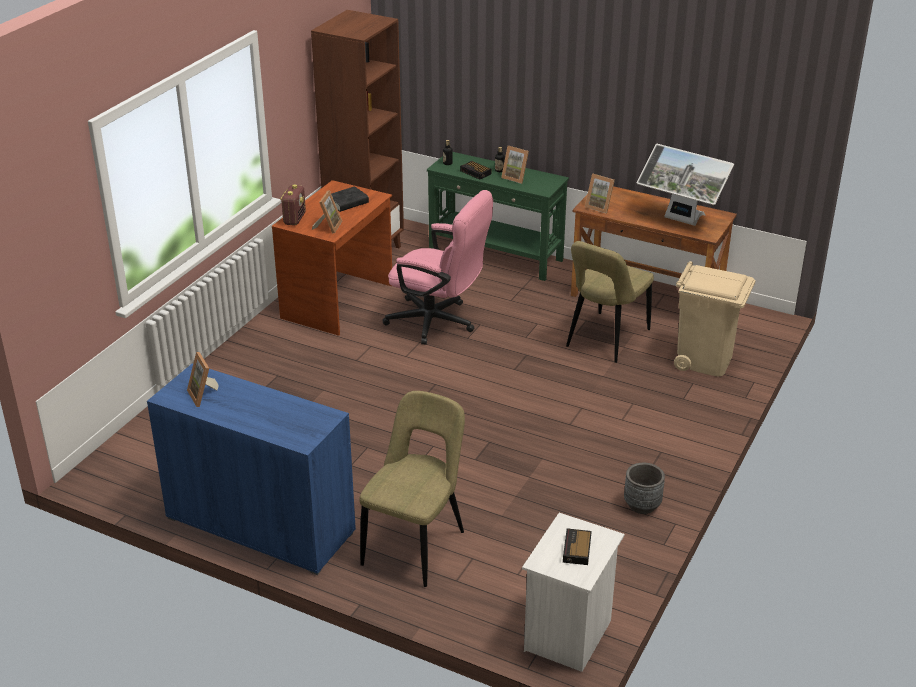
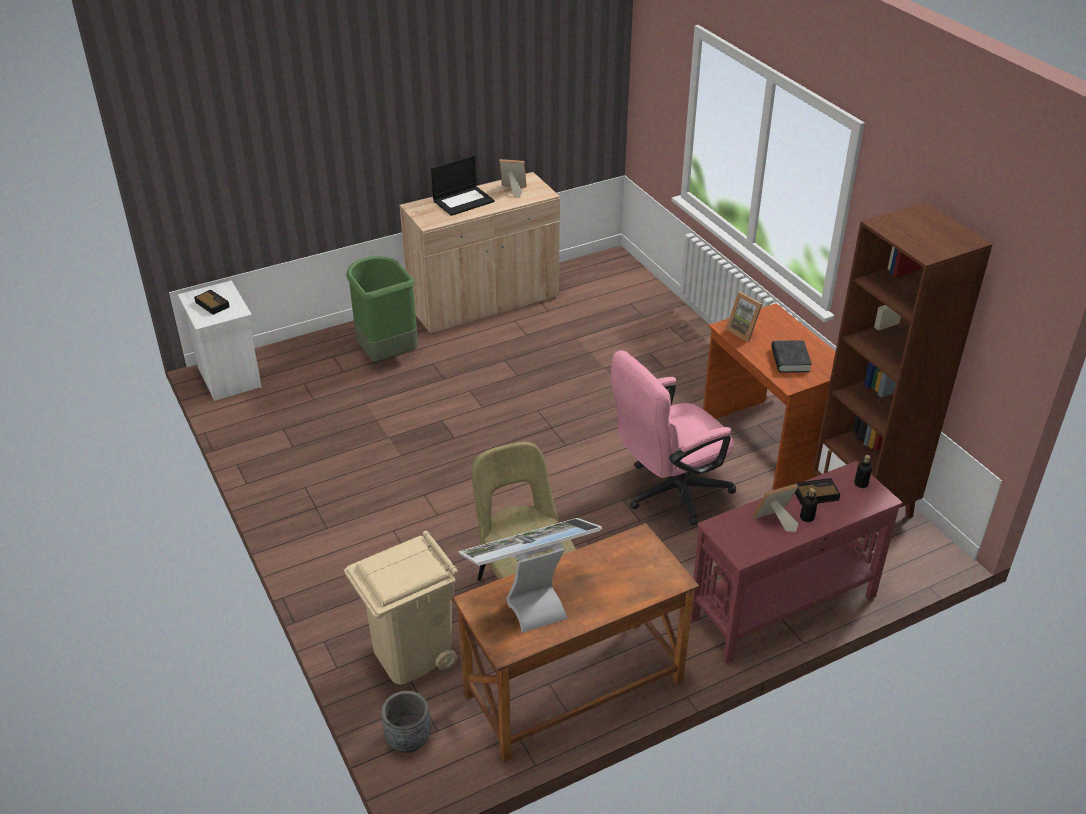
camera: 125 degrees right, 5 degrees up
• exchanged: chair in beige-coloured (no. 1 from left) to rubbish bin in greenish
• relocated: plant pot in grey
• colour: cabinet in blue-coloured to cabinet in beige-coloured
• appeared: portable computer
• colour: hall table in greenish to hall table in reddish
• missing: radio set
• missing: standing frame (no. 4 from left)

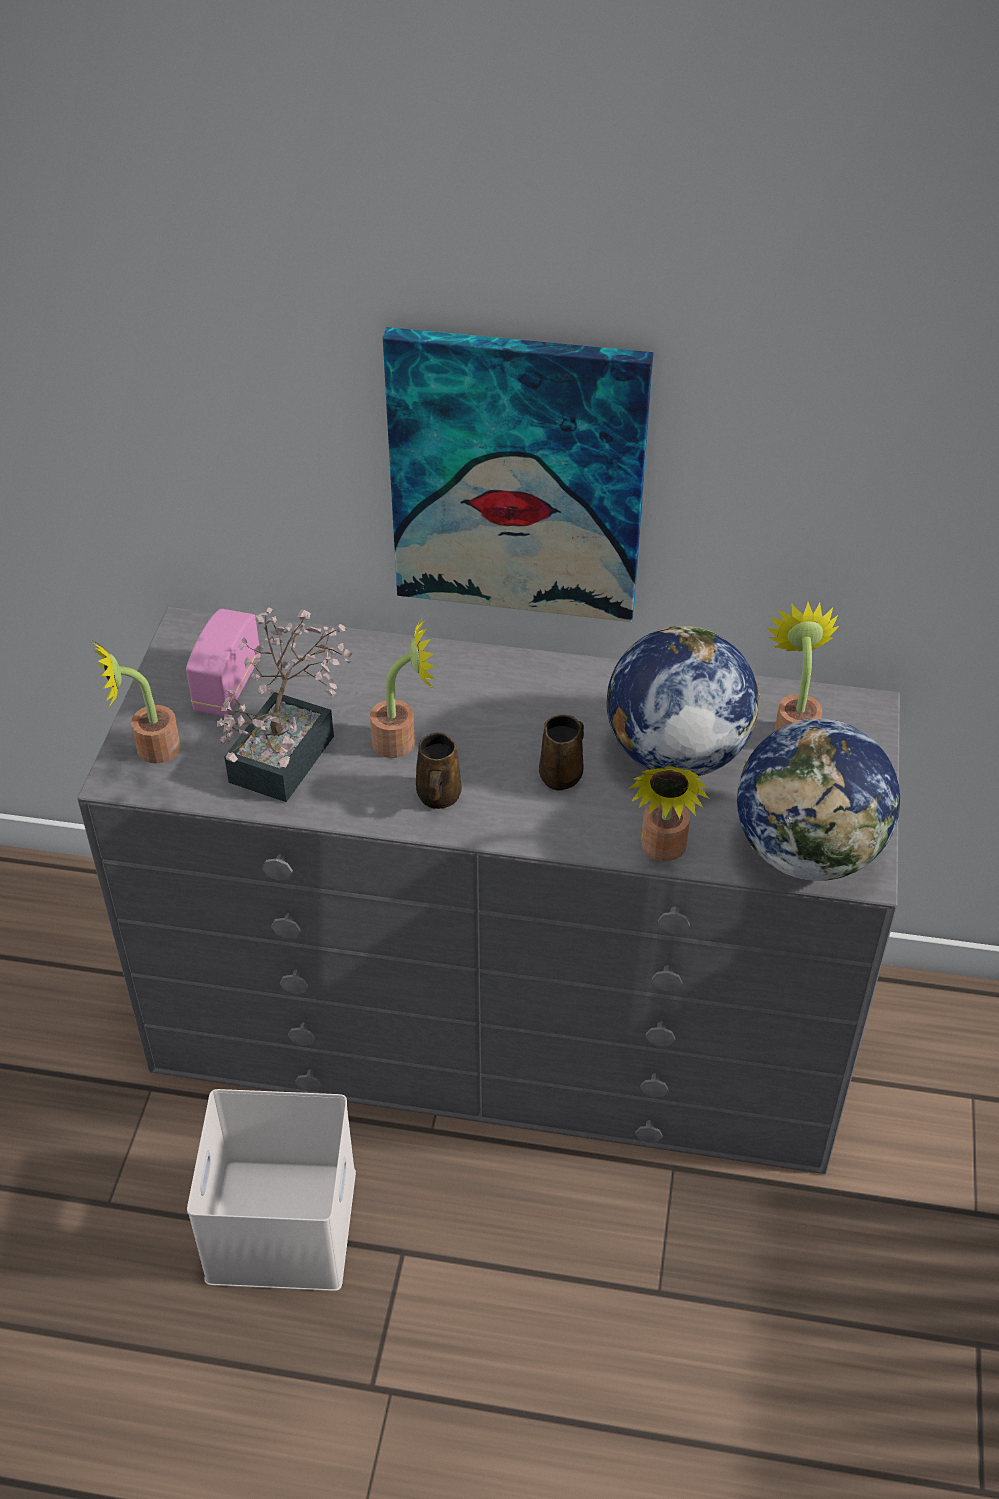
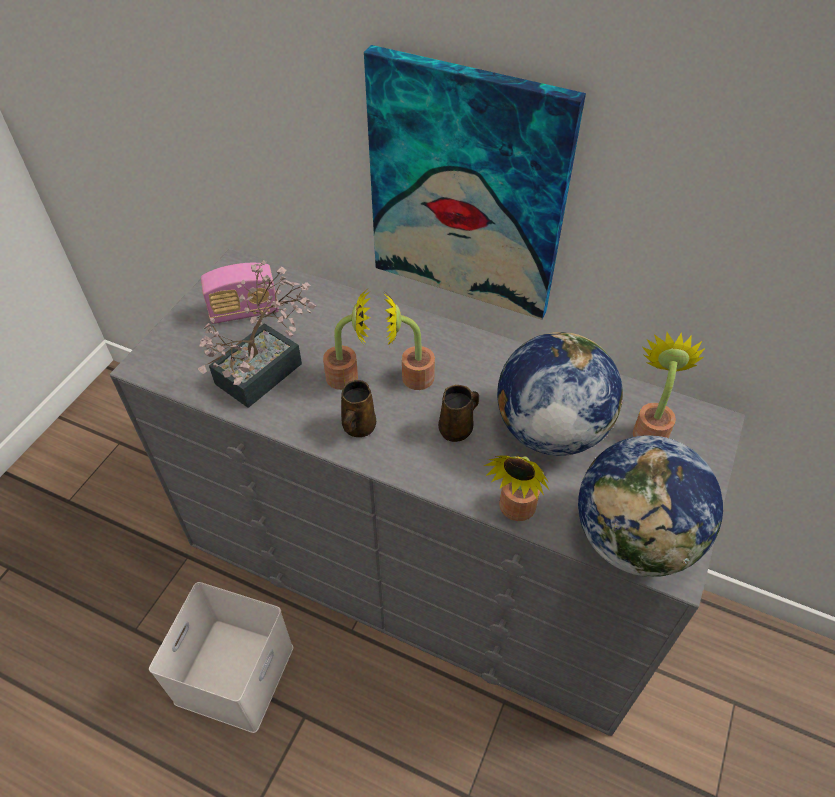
camera: 15 degrees right, 5 degrees up
• spun: radio set 135 degrees counterclockwise
• relocated: potted plant (no. 1 from left in the first image) to potted plant (no. 3 from left)

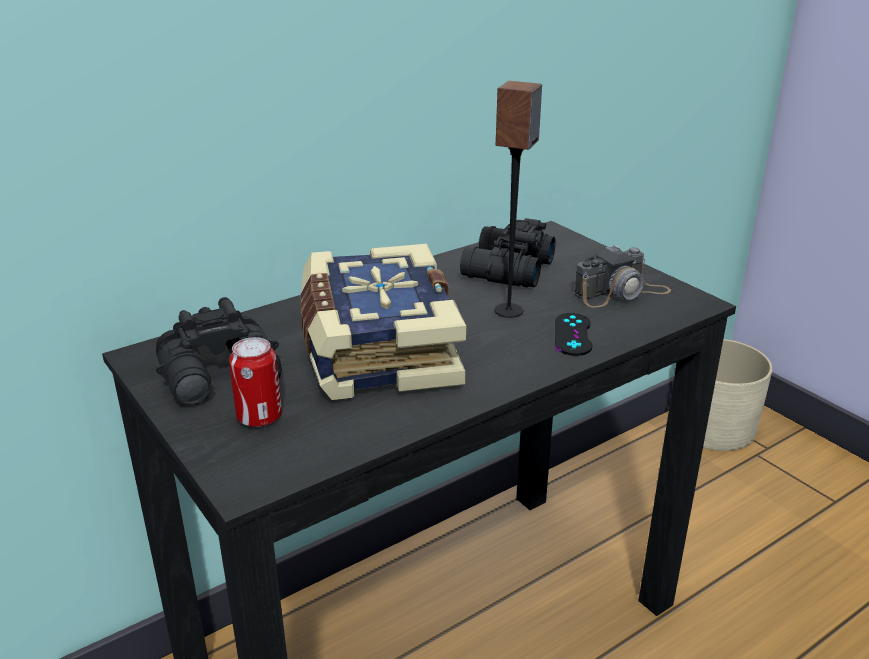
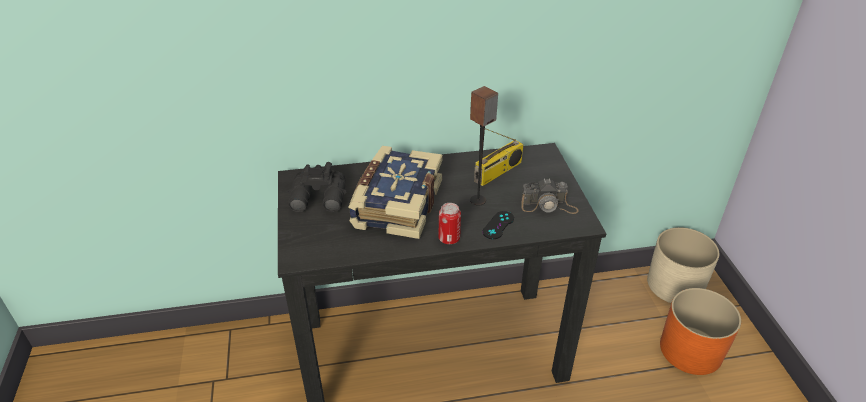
camera: 25 degrees right, 10 degrees up
• relocated: metal can
• exchanged: field glasses in black (no. 2 from left) to radio set
• appeared: plant pot in orange

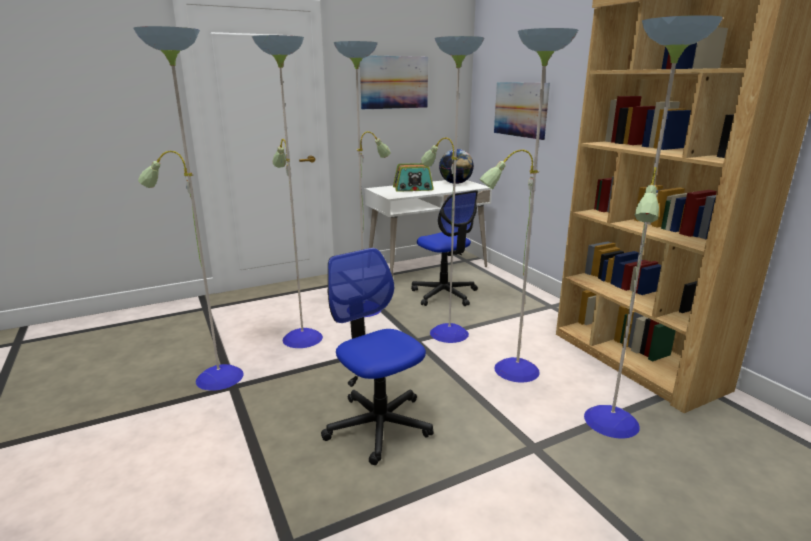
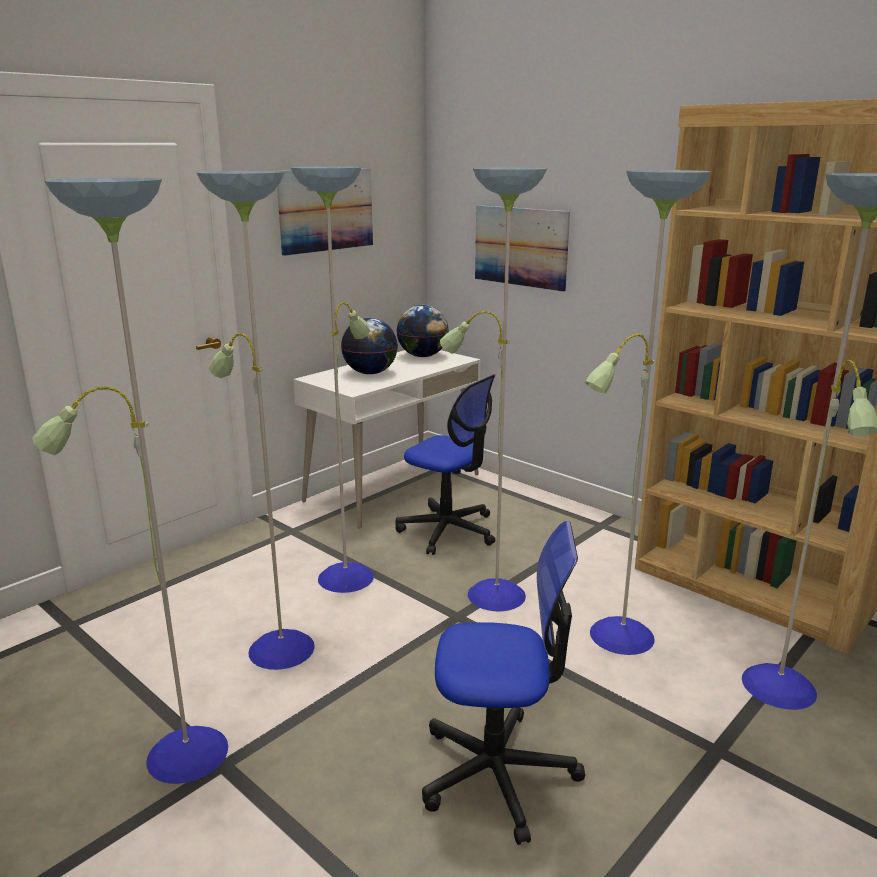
camera: 20 degrees left, 0 degrees up
• exchanged: radio set to desk globe (no. 1 from left)
• spun: computer chair (no. 1 from left in the first image) 150 degrees clockwise

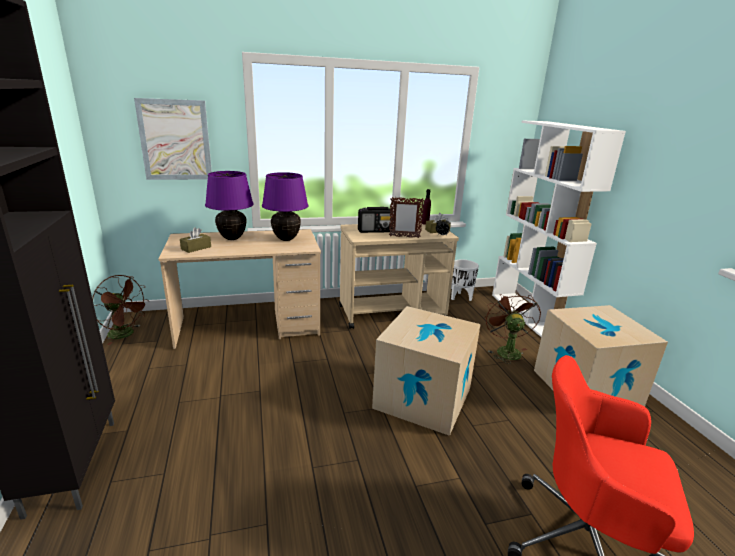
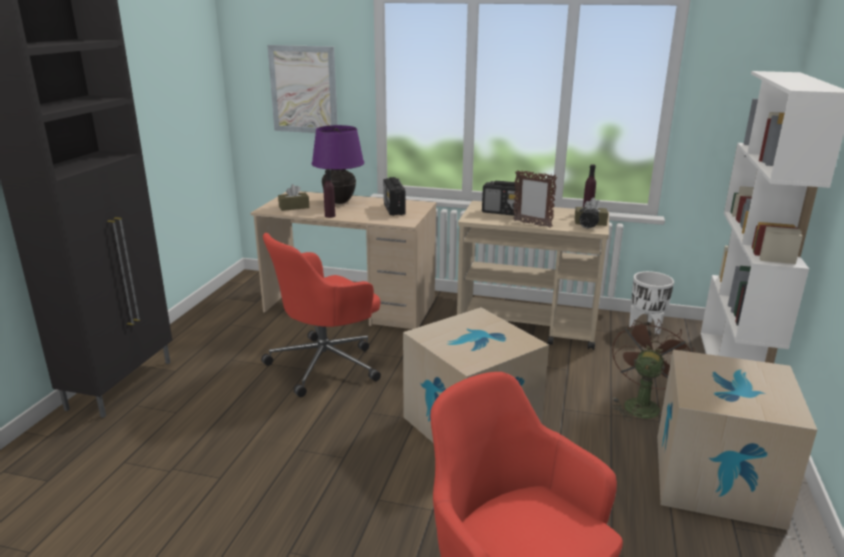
camera: 30 degrees right, 0 degrees up
• appeared: computer chair in reddish (no. 1 from left)
• appeared: drink bottle in purple (no. 1 from left)
• exchanged: lamp for a table in purple (no. 2 from left) to radio set (no. 1 from left)
• missing: fan in brownish (no. 1 from left)

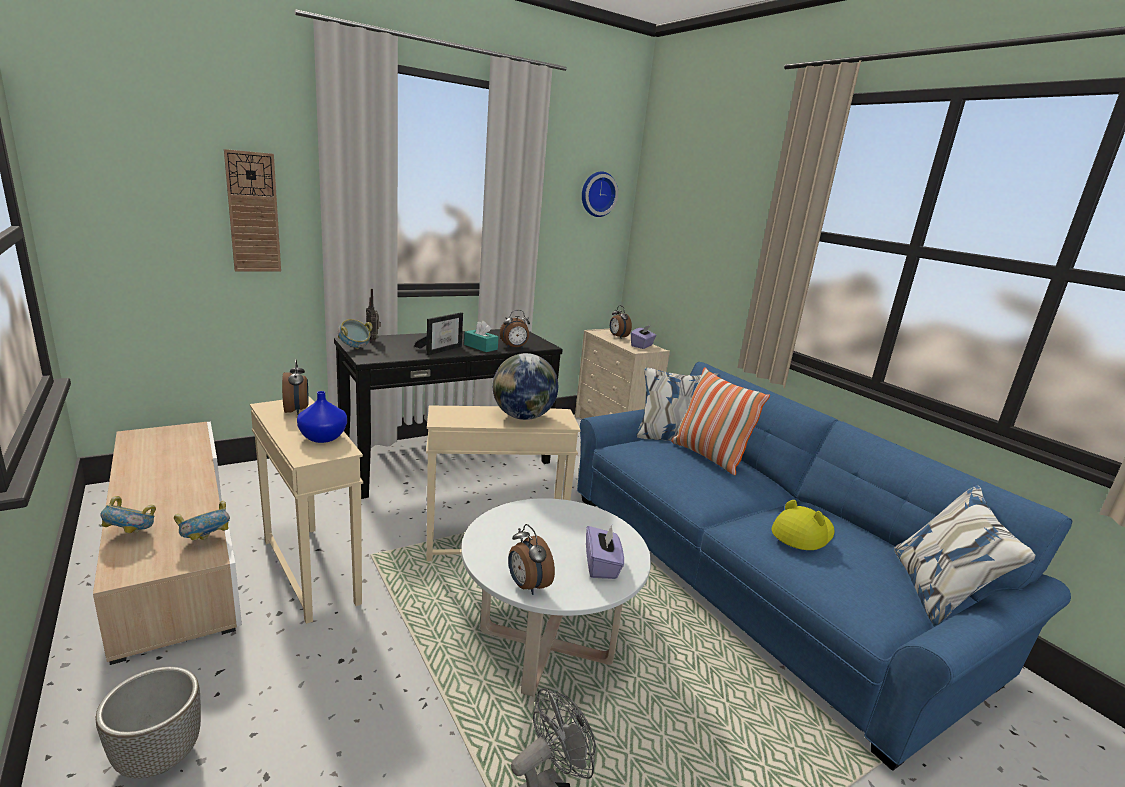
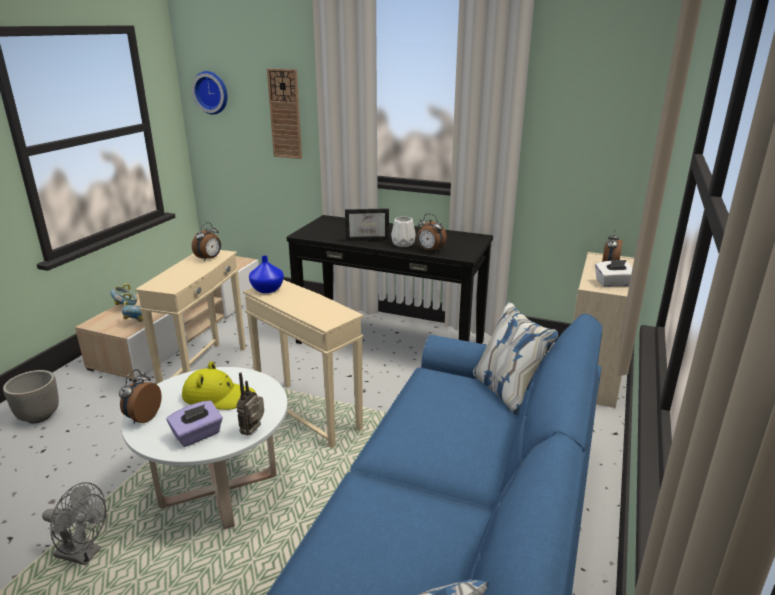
camera: 55 degrees right, 5 degrees up
• relocated: clothing hat in yellow-coloured
• relocated: hanging clock (no. 2 from left in the first image) to hanging clock (no. 1 from left)
• relocated: radio set
• relocated: vase in blue-coloured
• exchanged: tissue holder in turquoise-coloured to vase in white
• colour: tissue holder in purple (no. 2 from left) to tissue holder in white
• missing: serving bowl (no. 3 from left)
• missing: desk globe
• missing: pillow

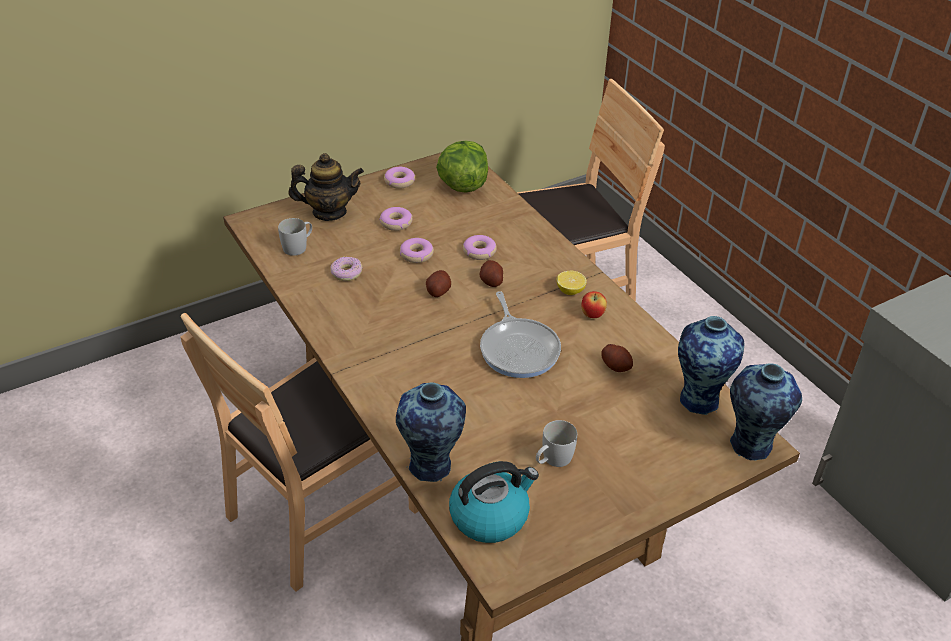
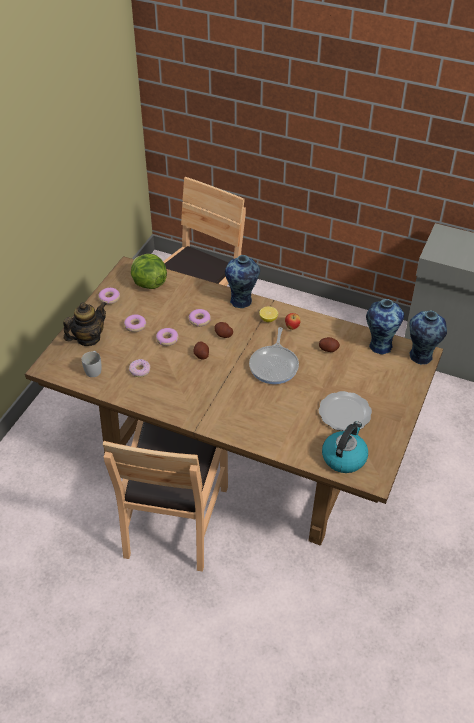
camera: 35 degrees left, 5 degrees up
• relocated: vase (no. 1 from left)
• spun: skillet 60 degrees clockwise
• exchanged: tea mug in white (no. 2 from left) to flat dish

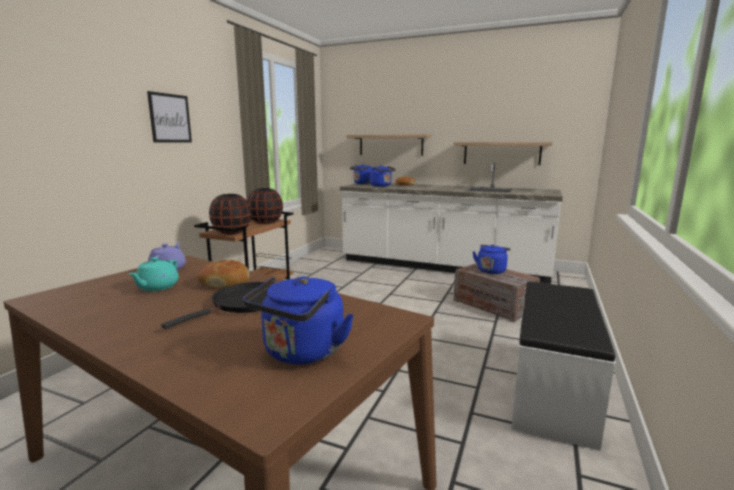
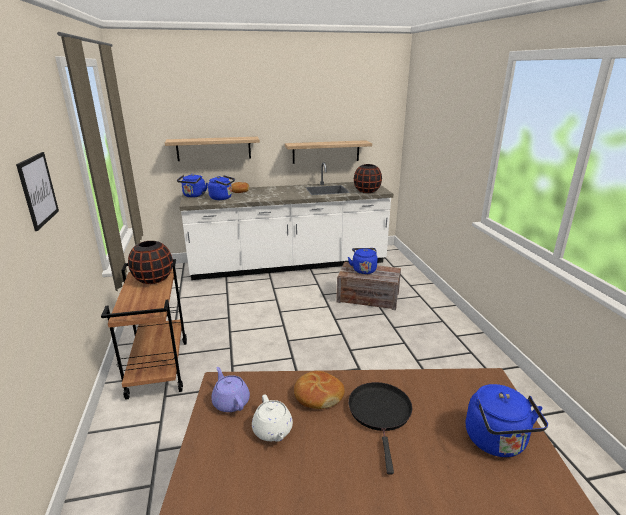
camera: 35 degrees left, 10 degrees up
• colour: tea pot in turquoise-coloured to tea pot in white
• relocated: vase in black (no. 1 from left in the first image) to vase in black (no. 2 from left)
• missing: long seat in white

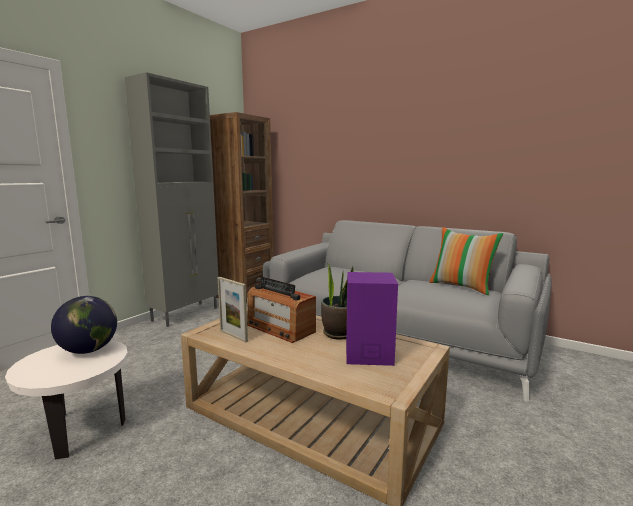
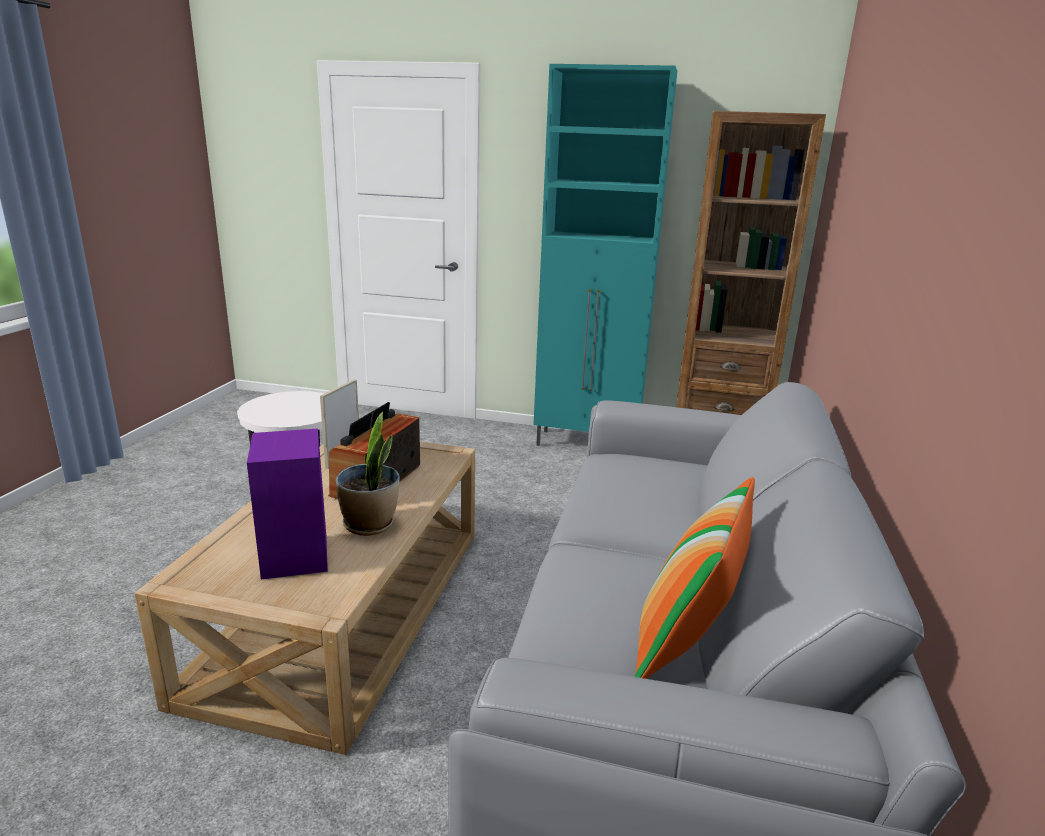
camera: 70 degrees right, 10 degrees up
• colour: cabinet in grey to cabinet in turquoise-coloured
• missing: desk globe

